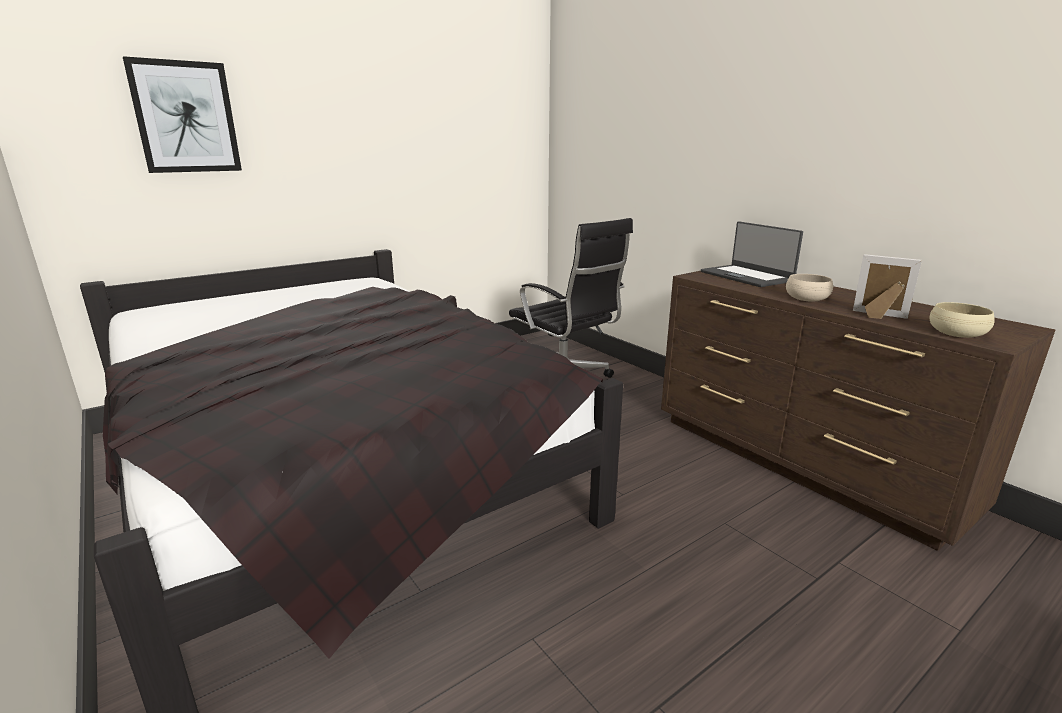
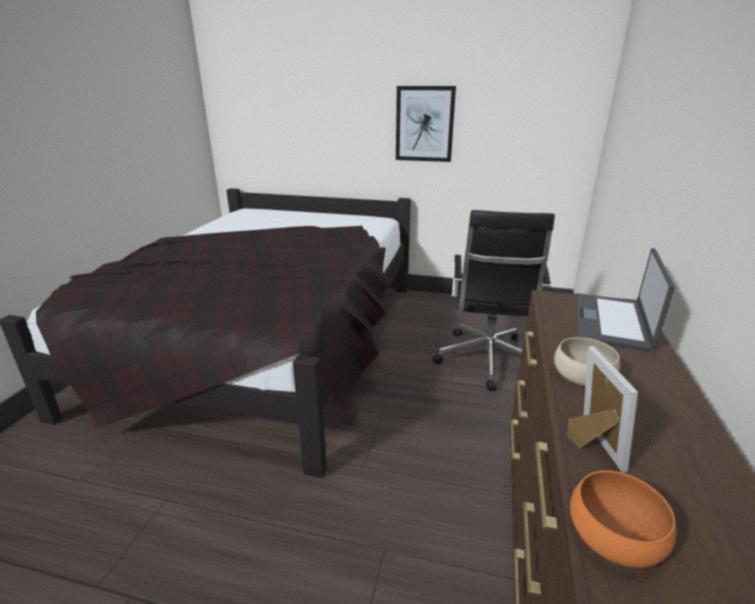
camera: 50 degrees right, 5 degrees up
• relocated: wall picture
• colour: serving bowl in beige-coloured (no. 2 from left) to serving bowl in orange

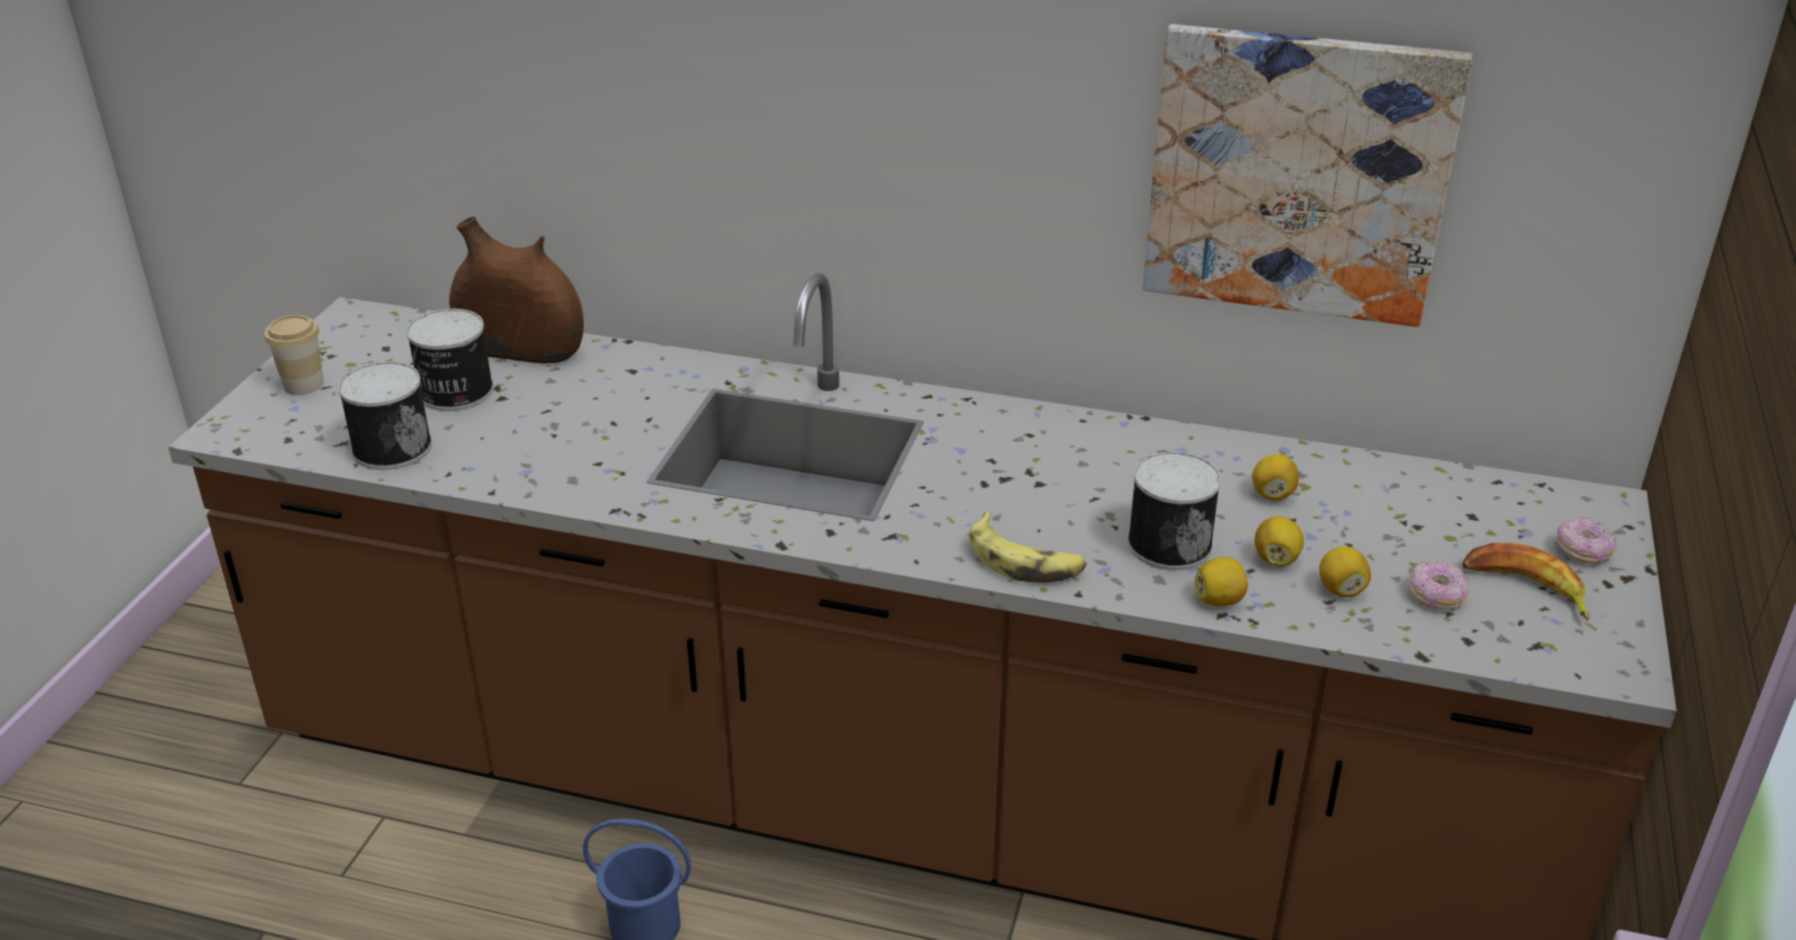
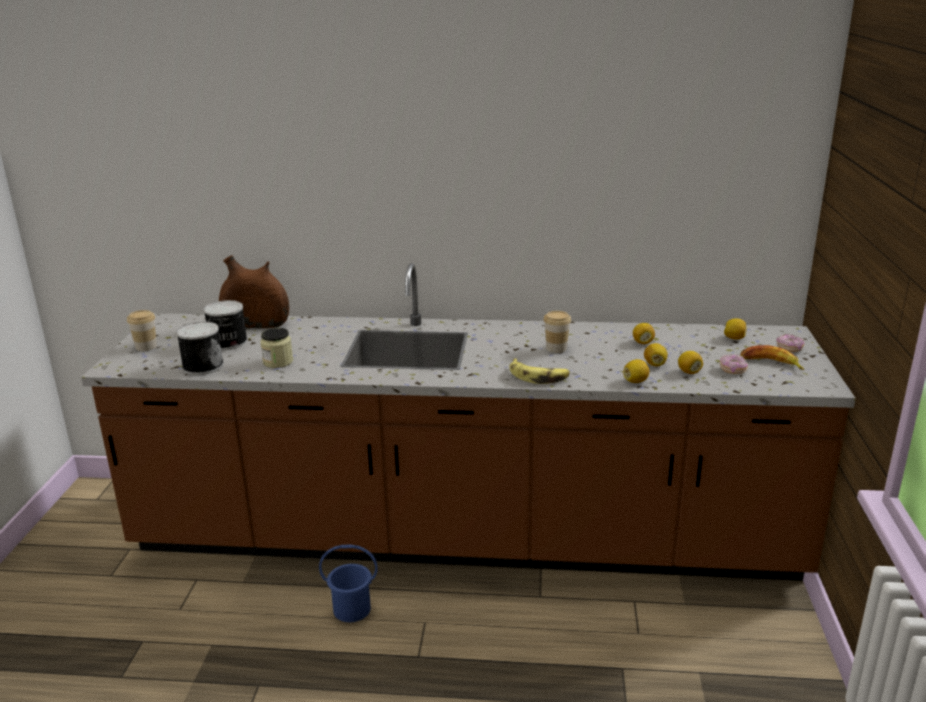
camera: 10 degrees left, 10 degrees down
• appeared: jar
• appeared: small cup (no. 2 from left)
• appeared: whole lemon (no. 5 from left)
• missing: metal can (no. 3 from left)
• missing: wall picture

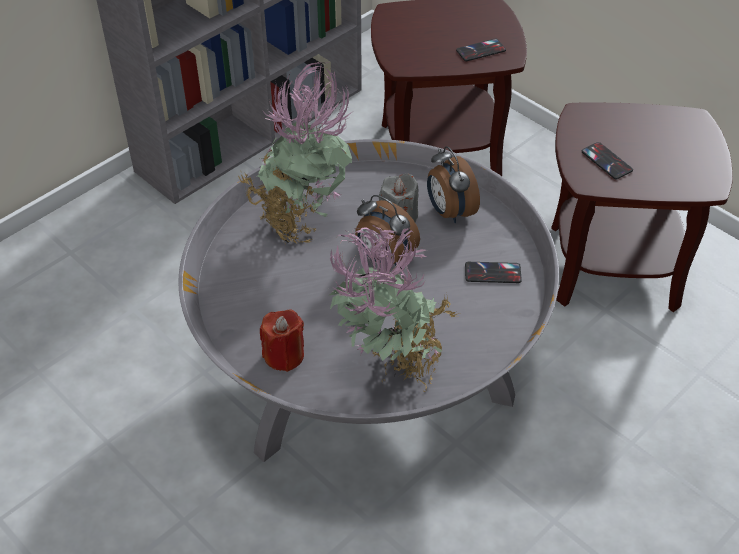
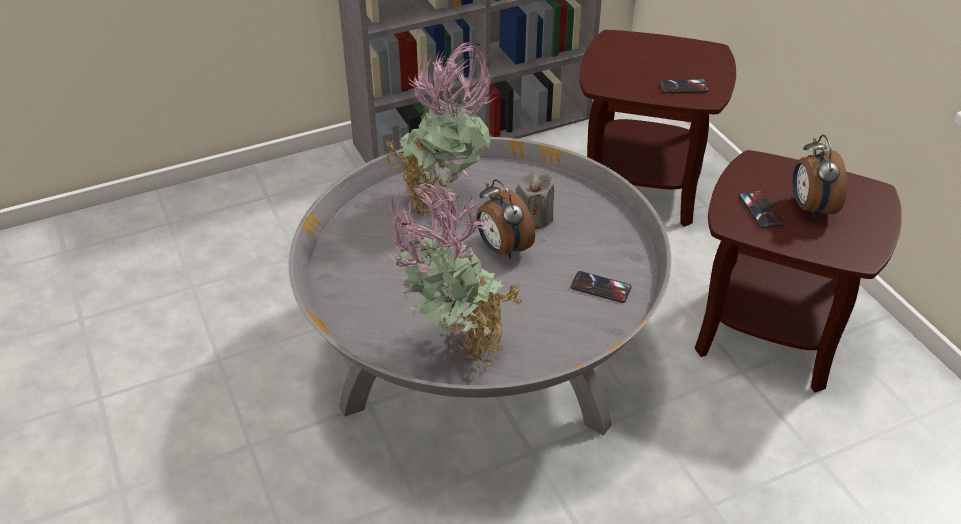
camera: 20 degrees right, 5 degrees down
• relocated: table clock (no. 2 from left)
• missing: wax light in reddish

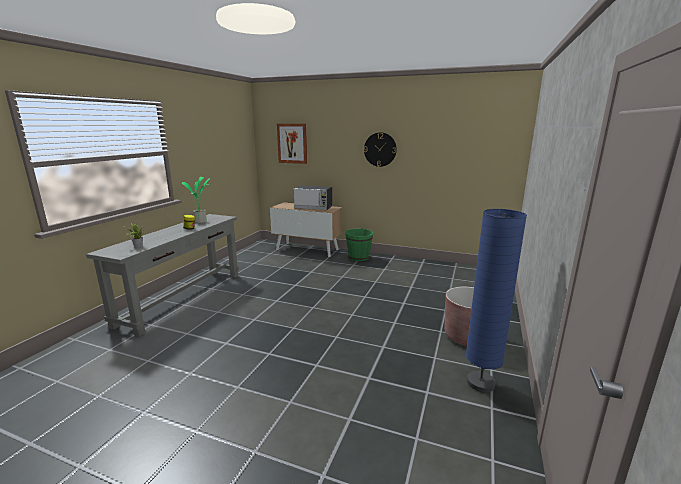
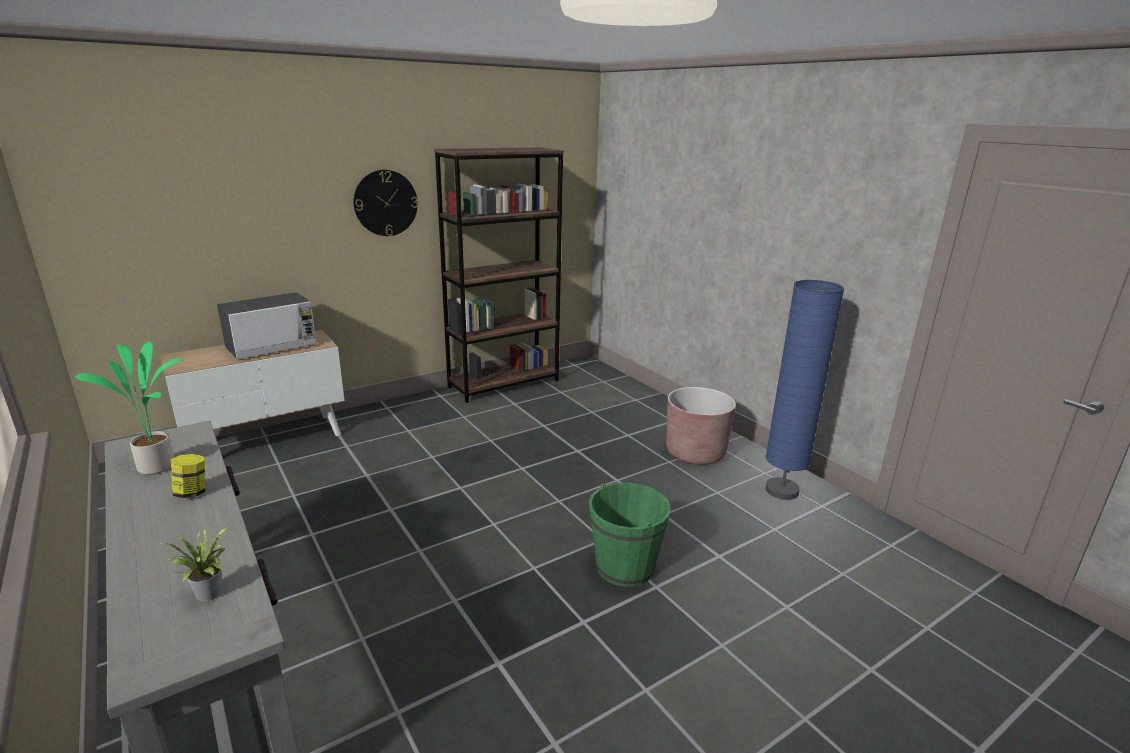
camera: 55 degrees left, 5 degrees up
• appeared: bookcase in brownish
• relocated: water bucket in greenish
• missing: wall picture

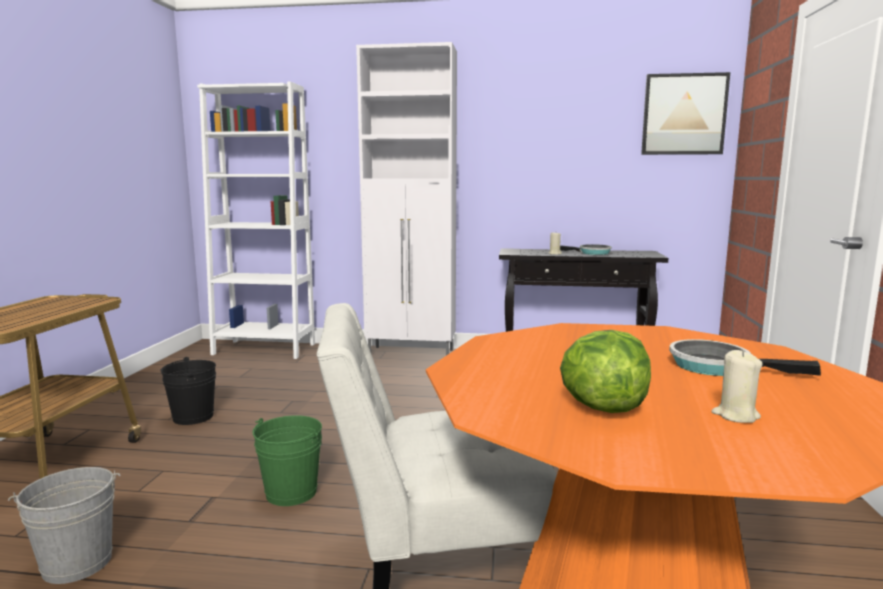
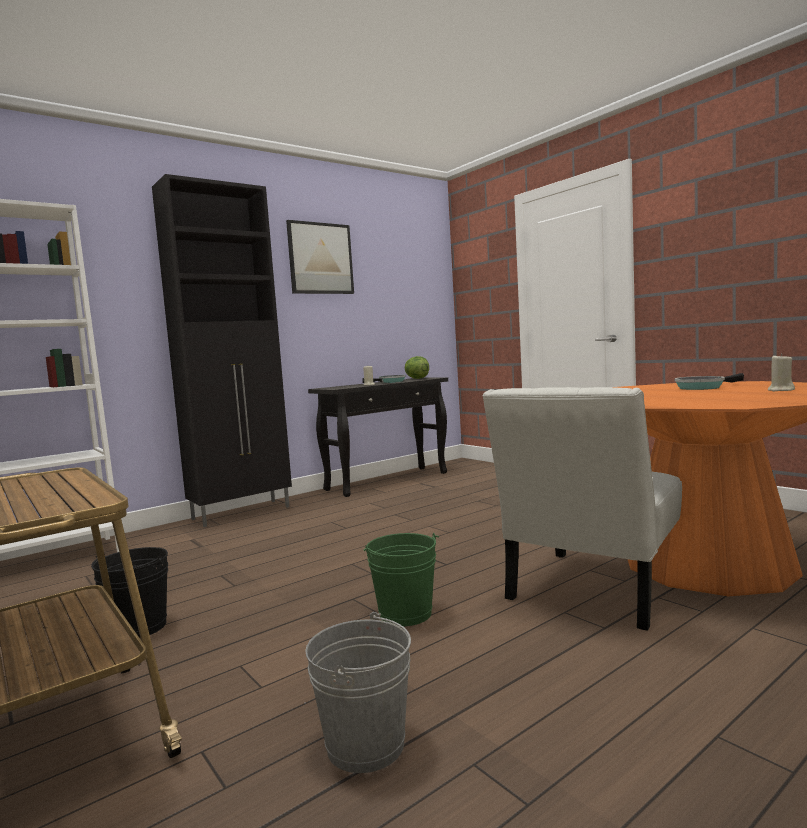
camera: 45 degrees left, 5 degrees down
• colour: cabinet in white to cabinet in black
• relocated: wall picture
• relocated: head of lettuce

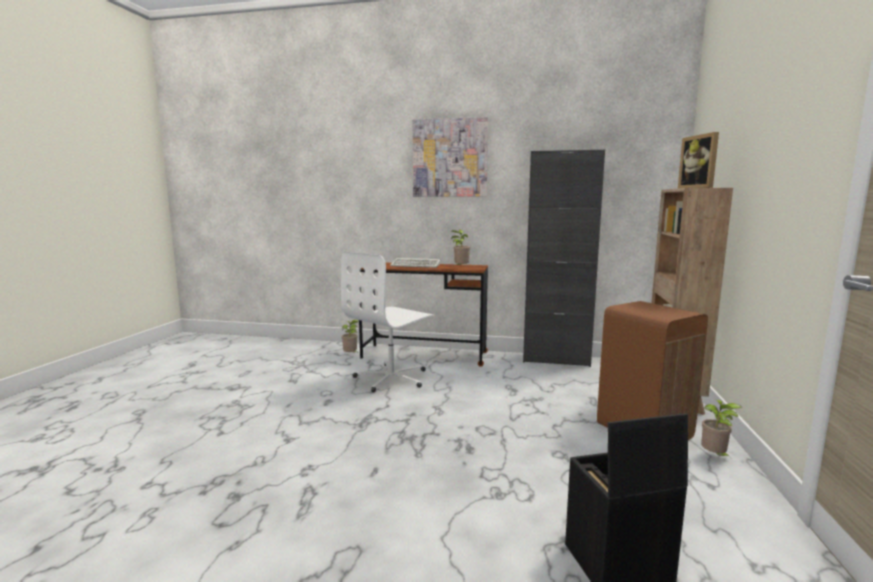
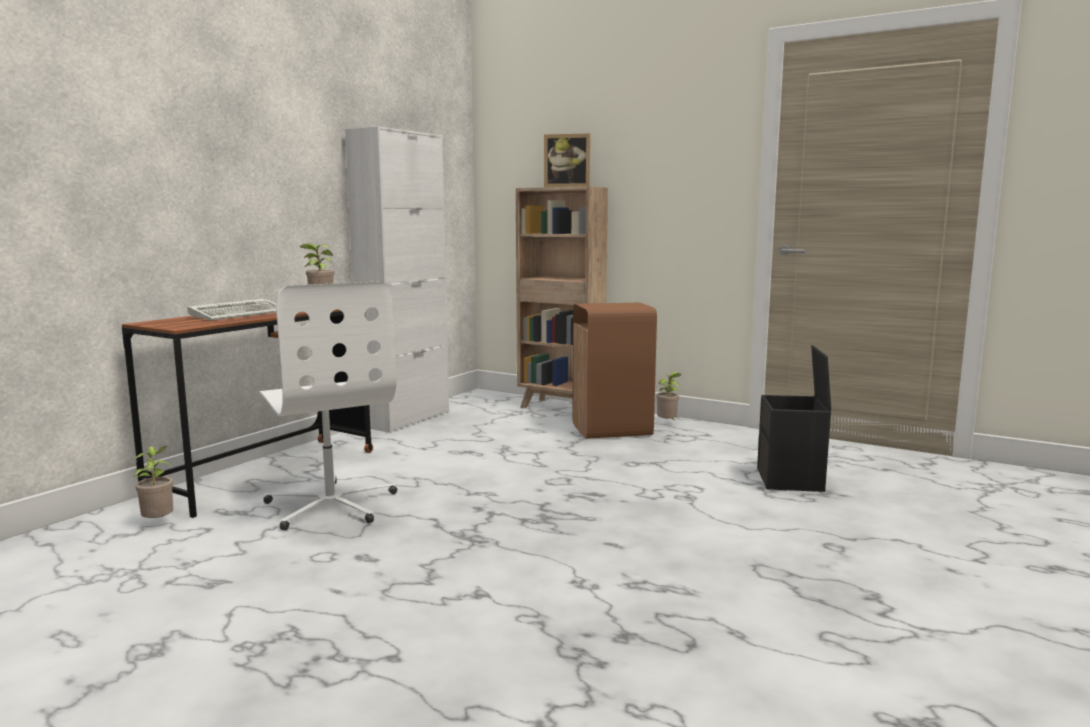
camera: 70 degrees left, 0 degrees up
• colour: cabinet in black to cabinet in white
• missing: wall picture

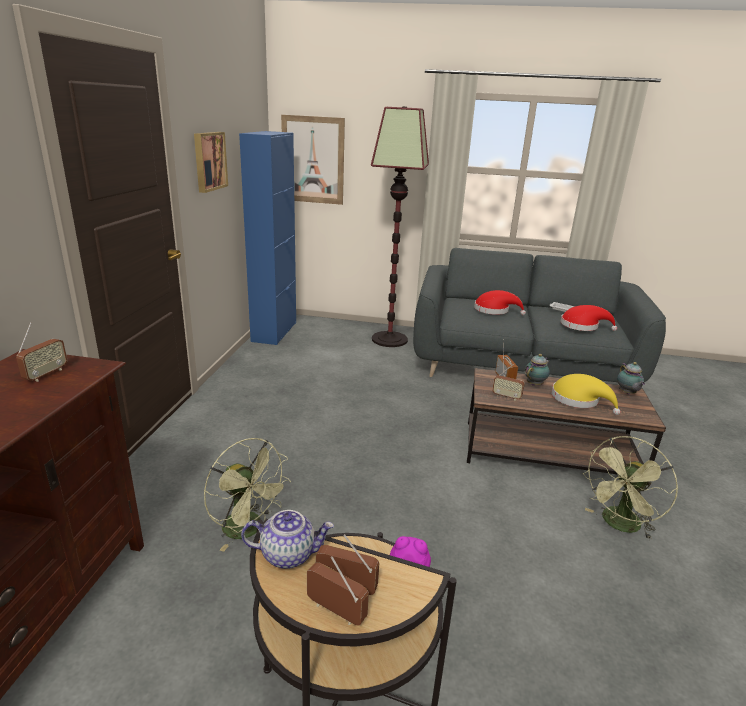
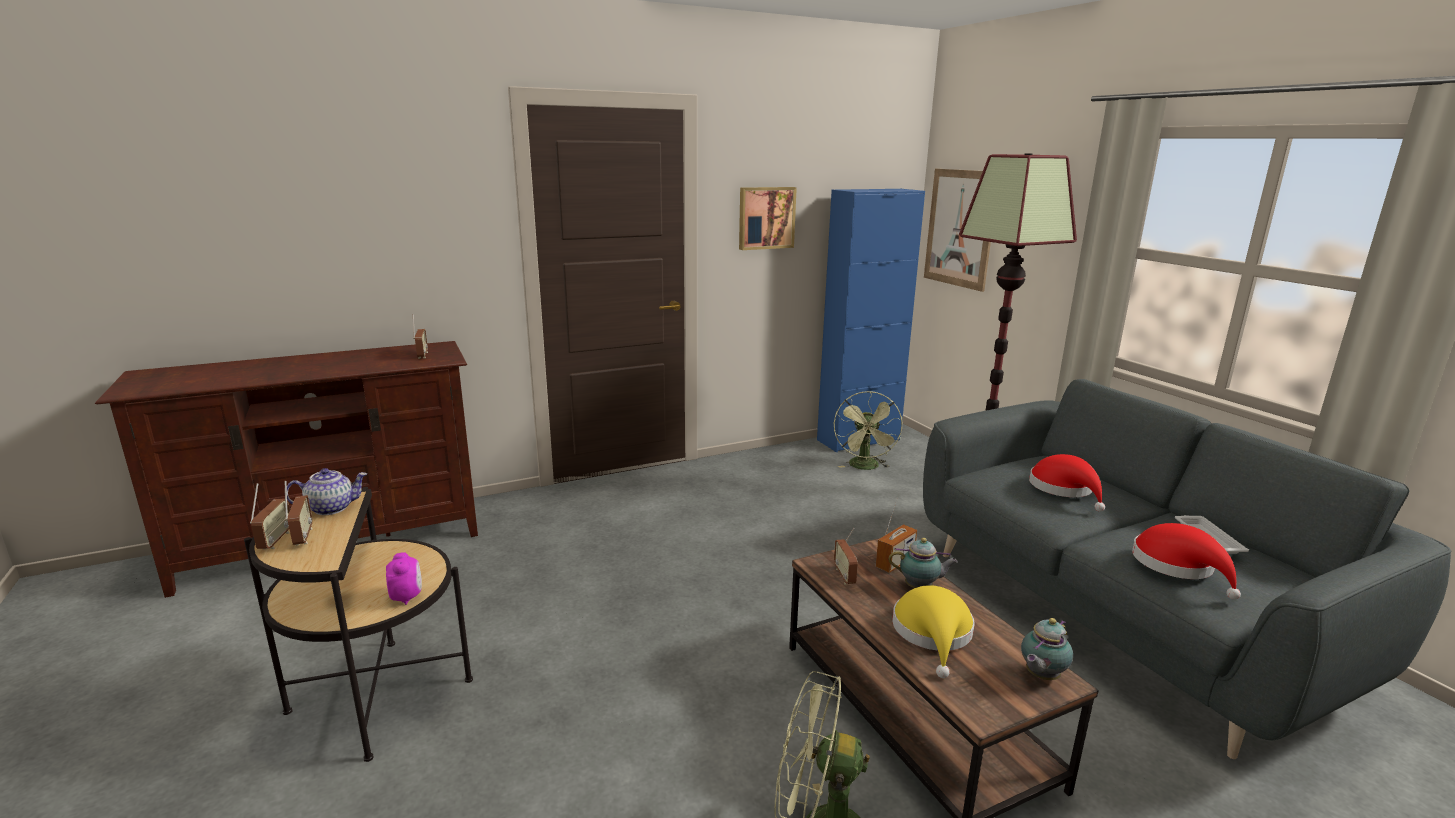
camera: 55 degrees right, 5 degrees down
• spun: tea pot (no. 1 from left) 75 degrees counterclockwise
• spun: radio set (no. 1 from left in the first image) 90 degrees counterclockwise
• relocated: fan in greenish (no. 1 from left in the first image) to fan in greenish (no. 2 from left)

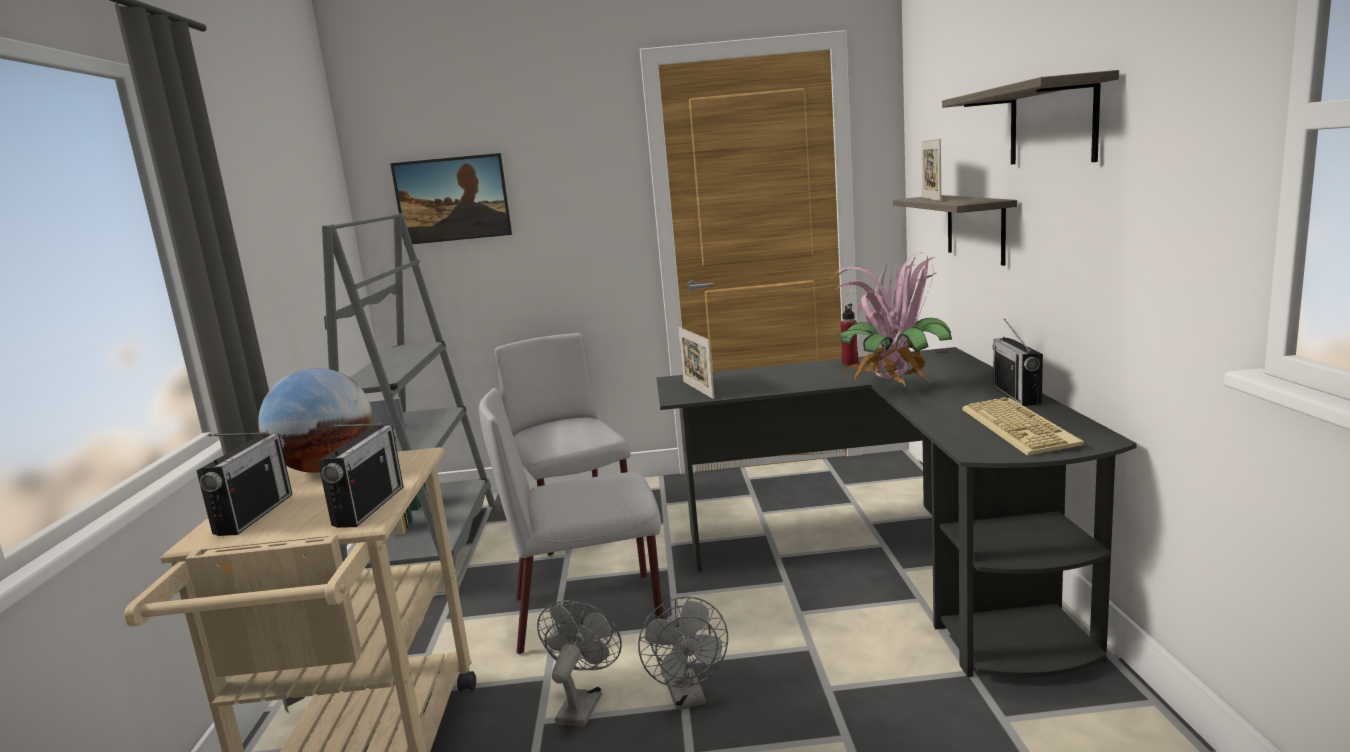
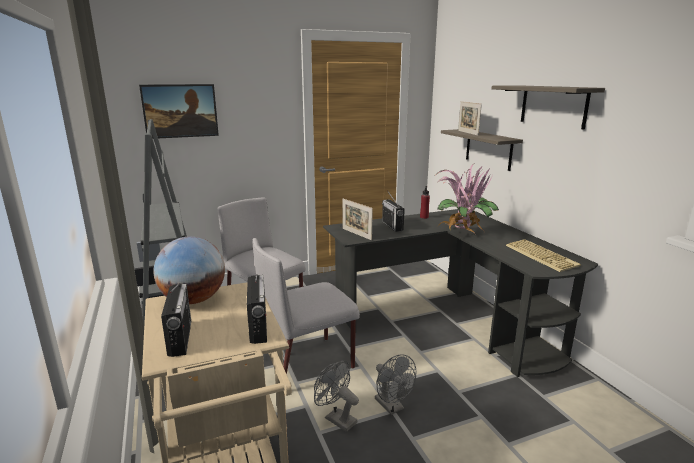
camera: 20 degrees left, 5 degrees up
• spun: fan in grey (no. 1 from left) 45 degrees counterclockwise
• relocated: radio set (no. 3 from left)

